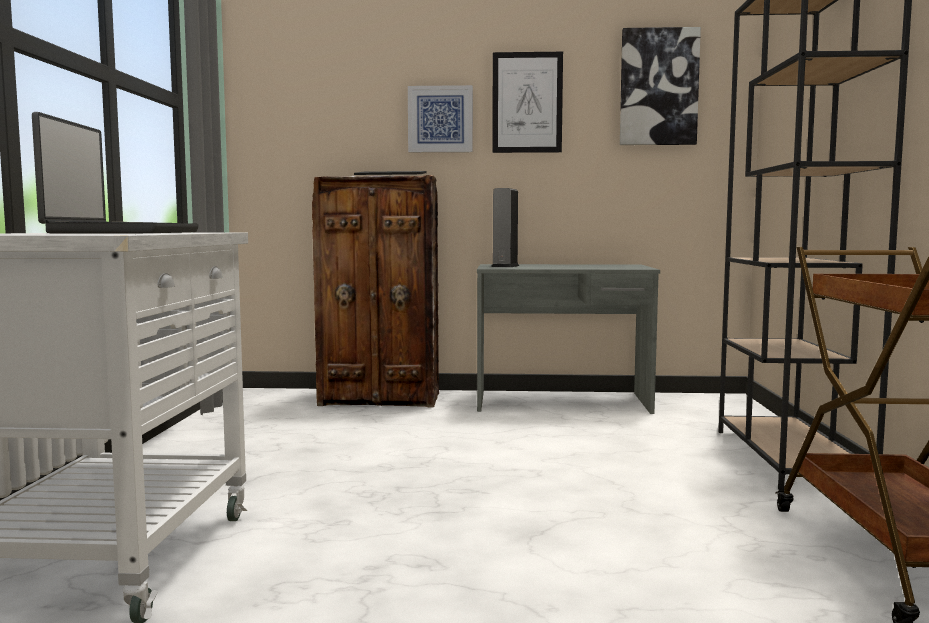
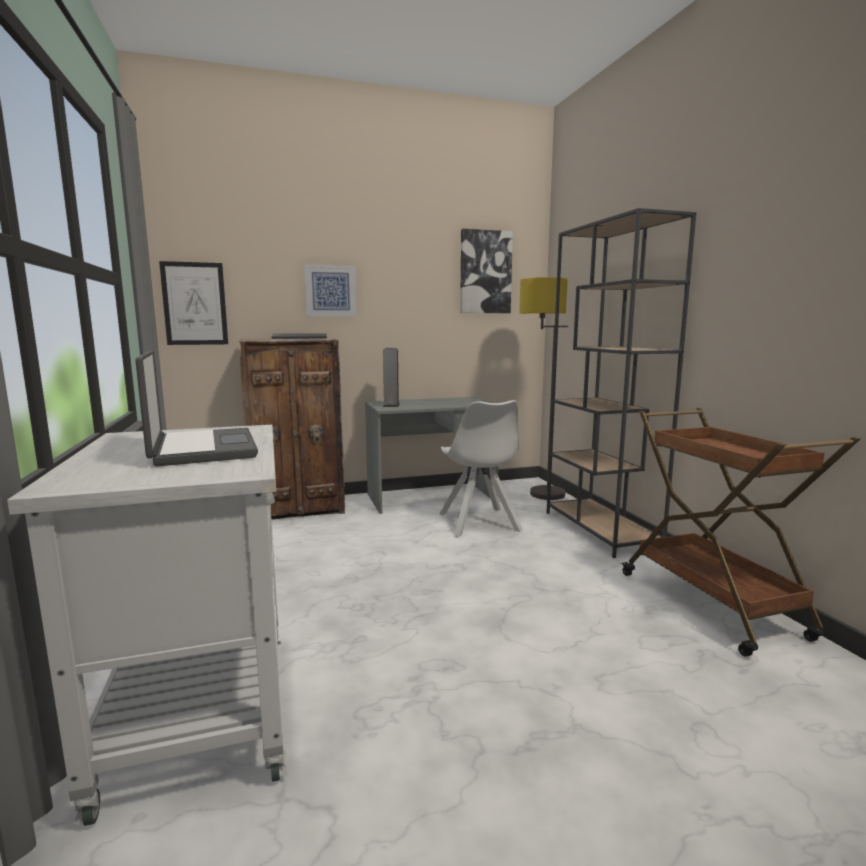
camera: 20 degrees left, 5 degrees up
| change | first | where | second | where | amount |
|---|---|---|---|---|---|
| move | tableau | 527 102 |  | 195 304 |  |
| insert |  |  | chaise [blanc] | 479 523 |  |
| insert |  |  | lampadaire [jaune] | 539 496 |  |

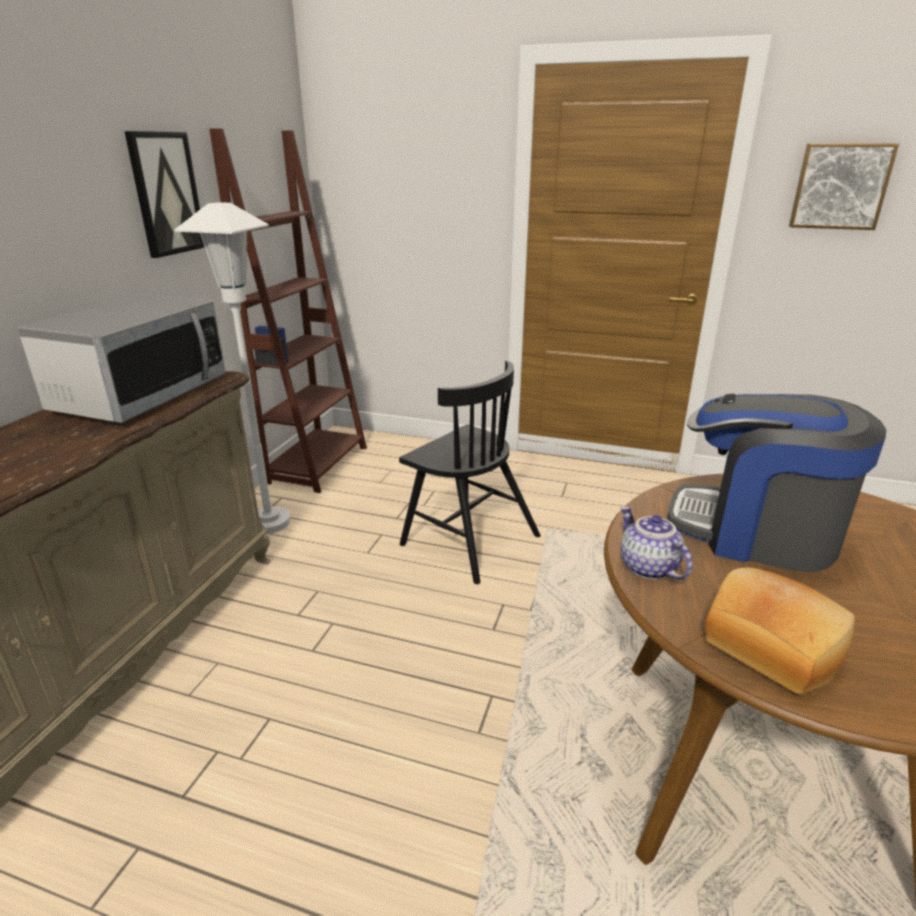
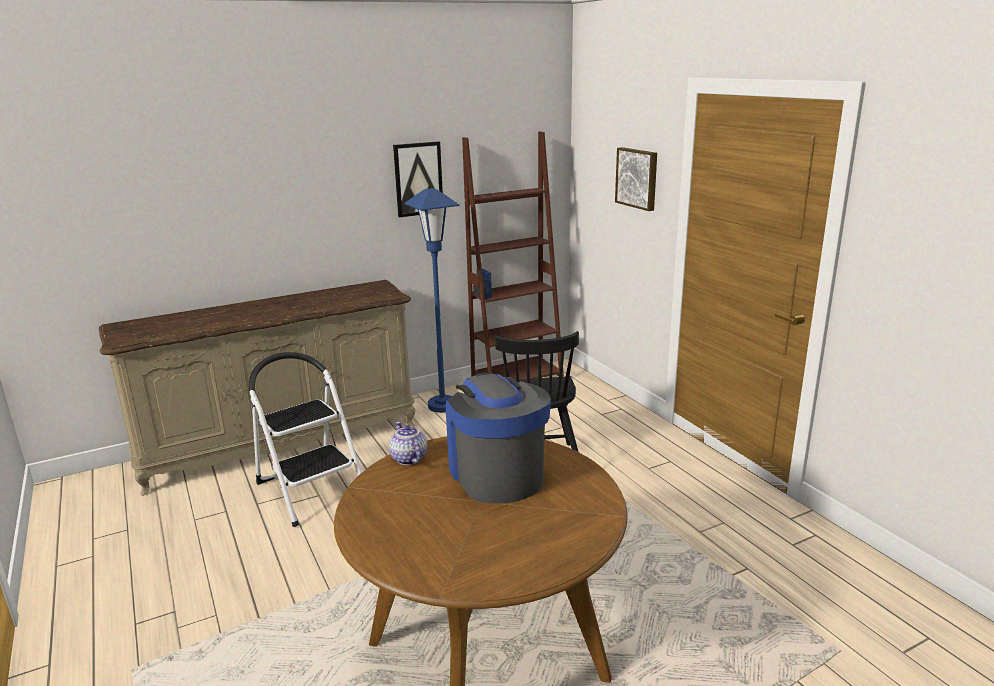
camera: 45 degrees right, 5 degrees down
| change | first | where | second | where | amount |
|---|---|---|---|---|---|
| delete | micro-ondes | 141 395 |  |  |  |
| recolor | lampadaire [blanc] | 269 522 | lampadaire [bleu] | 442 405 |  |
| rotate | théière | 647 567 |  | 408 459 | 45 degrees counterclockwise |
| delete | pain | 773 645 |  |  |  |
| move | tableau | 840 186 |  | 637 178 |  |
| insert |  |  | escabeau | 310 488 |  |

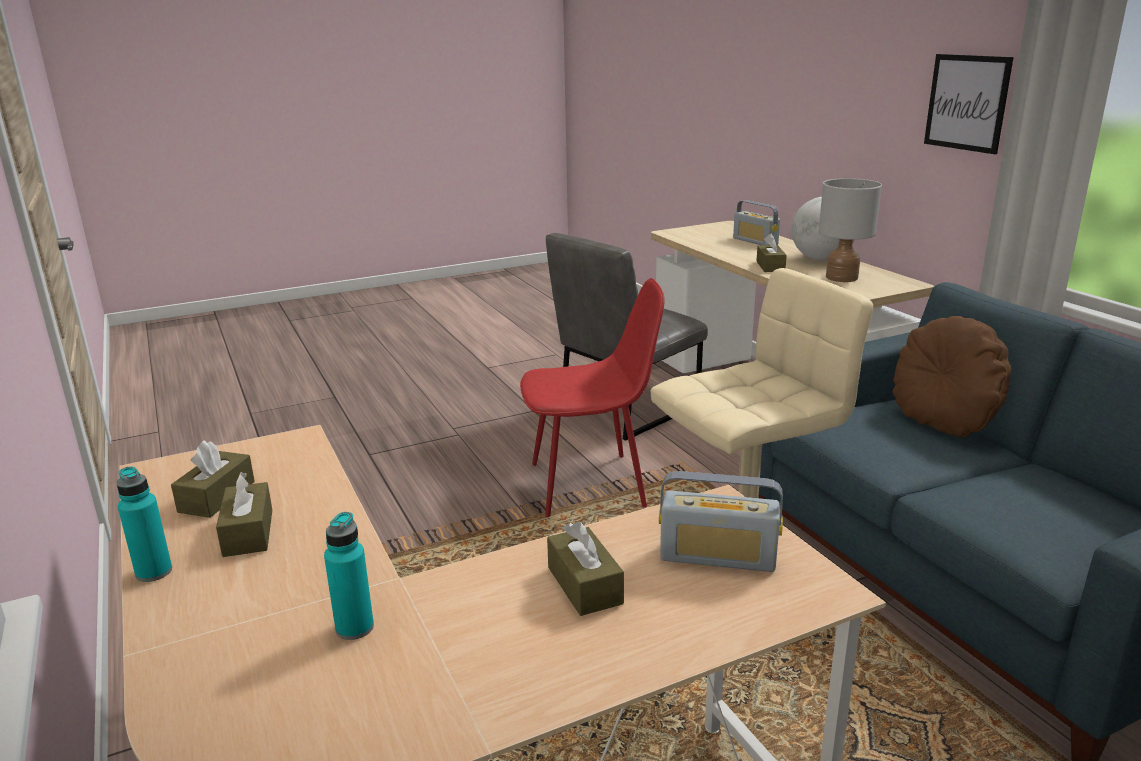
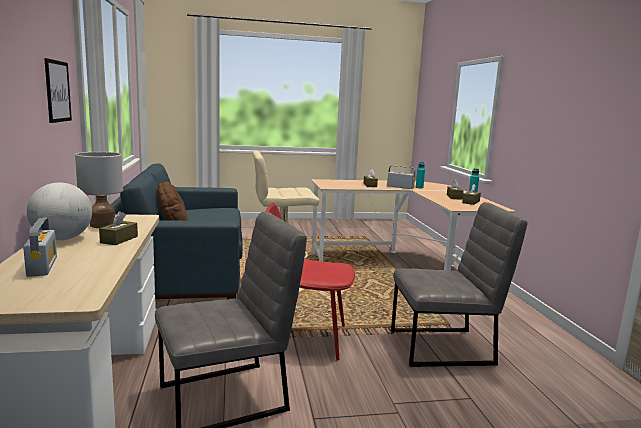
camera: 165 degrees left, 10 degrees down
| change | first | where | second | where | amount |
|---|---|---|---|---|---|
| move | radio | 718 557 |  | 400 187 |  |
| insert |  |  | chaise [gris] | 444 347 |  |

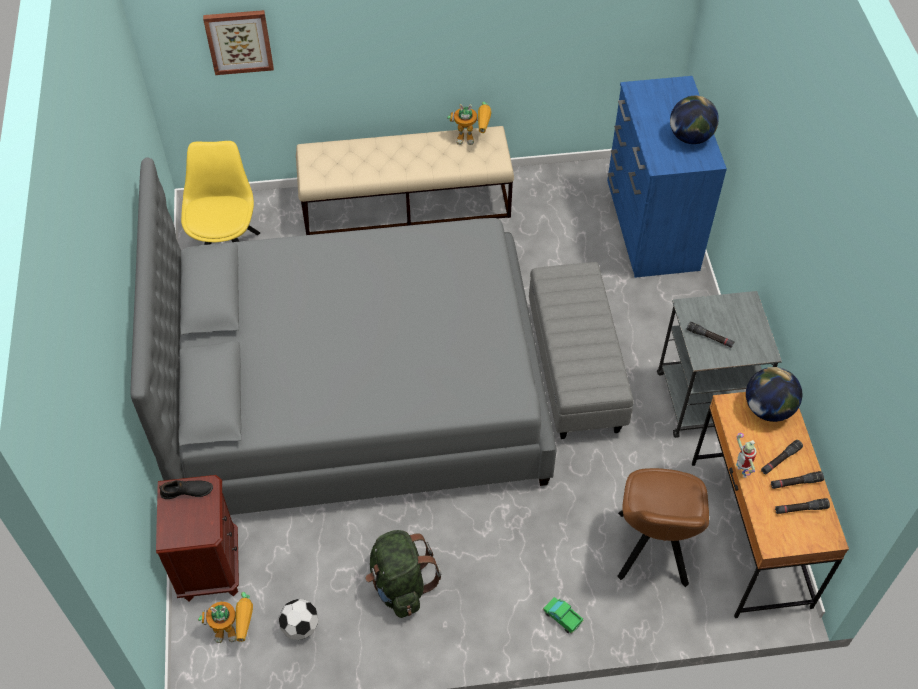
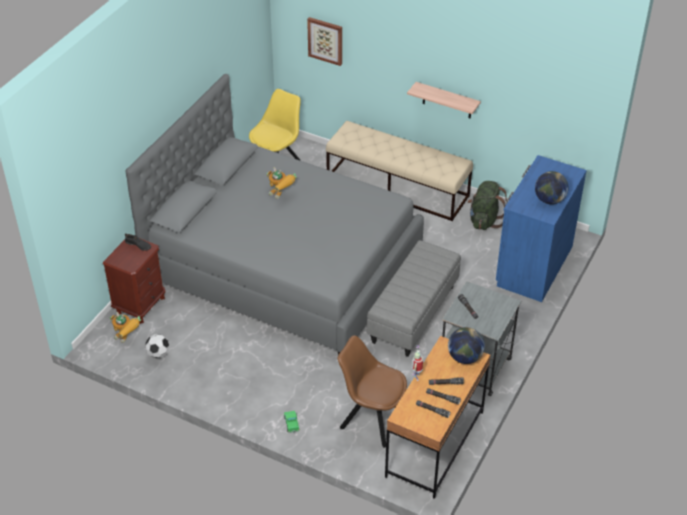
camera: 35 degrees right, 10 degrees down
| change | first | where | second | where | amount |
|---|---|---|---|---|---|
| move | sac à dos [vert] | 400 585 |  | 484 220 |  |
| move | robot jouet | 472 138 |  | 281 195 |  |
| rotate | chaise [marron] | 653 549 |  | 372 421 | 75 degrees clockwise |
| insert |  |  | étagère | 447 101 |  |

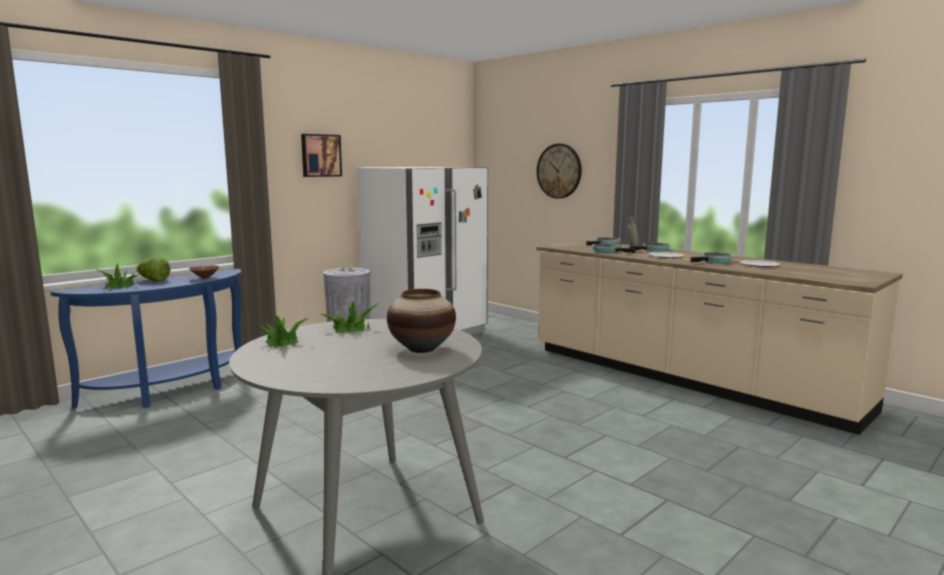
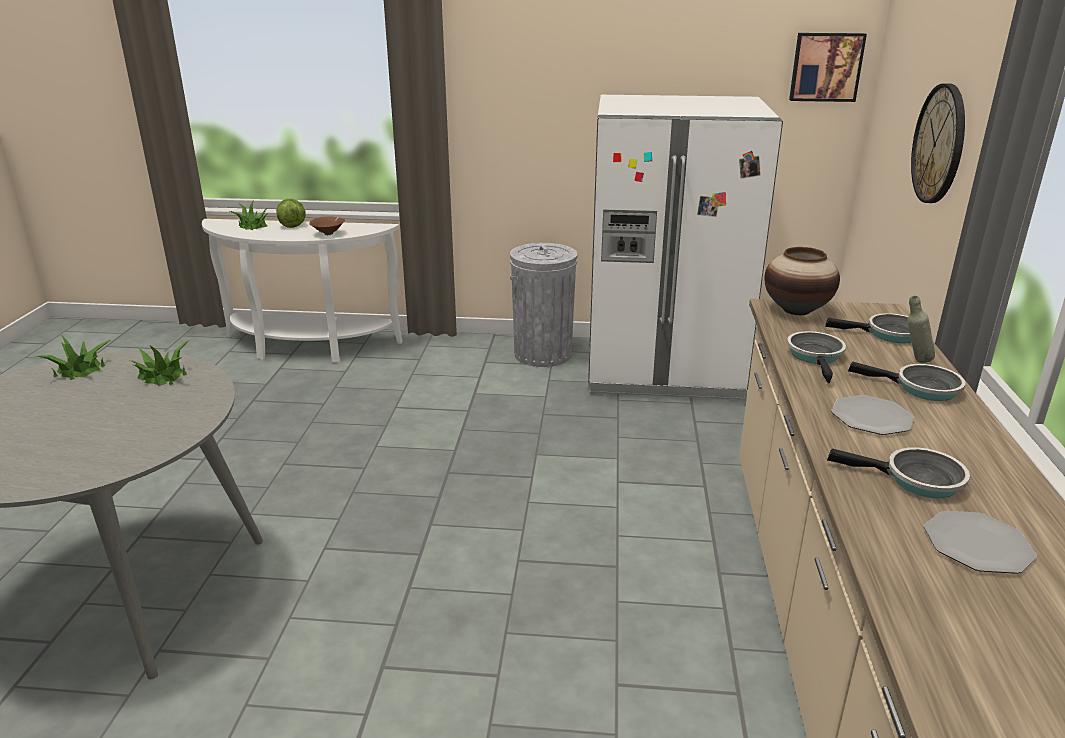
camera: 50 degrees right, 15 degrees up
| change | first | where | second | where | amount |
|---|---|---|---|---|---|
| recolor | table console [bleu] | 173 391 | table console [blanc] | 307 348 |  |
| move | tableau | 320 155 |  | 826 67 |  |
| move | vase | 421 349 |  | 796 310 |  |

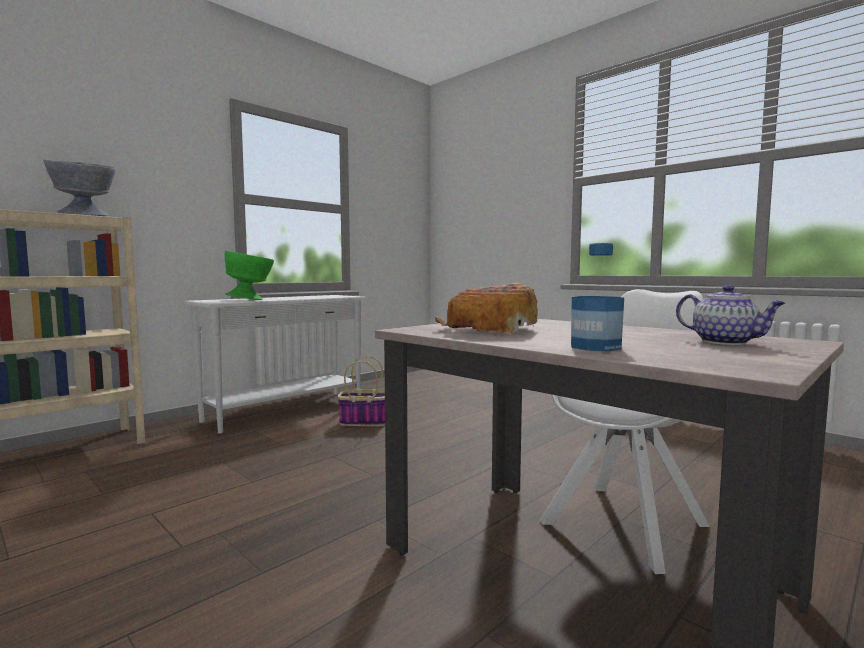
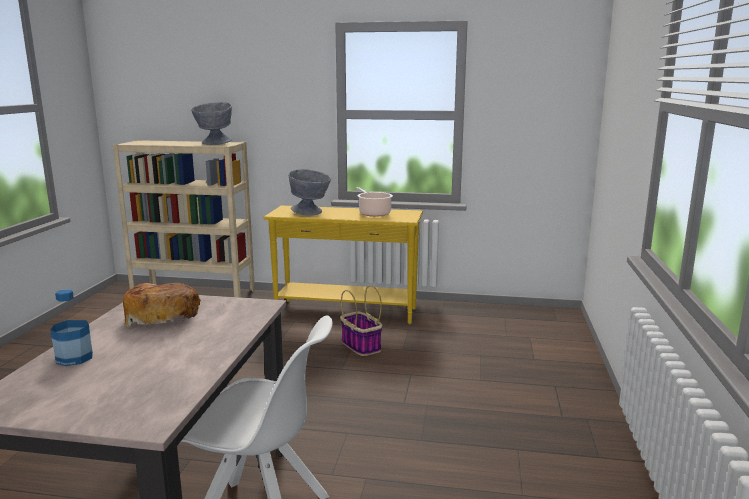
camera: 55 degrees right, 10 degrees up
| change | first | where | second | where | amount |
|---|---|---|---|---|---|
| recolor | table console [blanc] | 286 411 | table console [jaune] | 347 311 |  |
| recolor | bol [vert] | 251 299 | bol [gris] | 310 213 |  |
| delete | théière | 726 342 |  |  |  |
| insert |  |  | marmite | 373 213 |  |

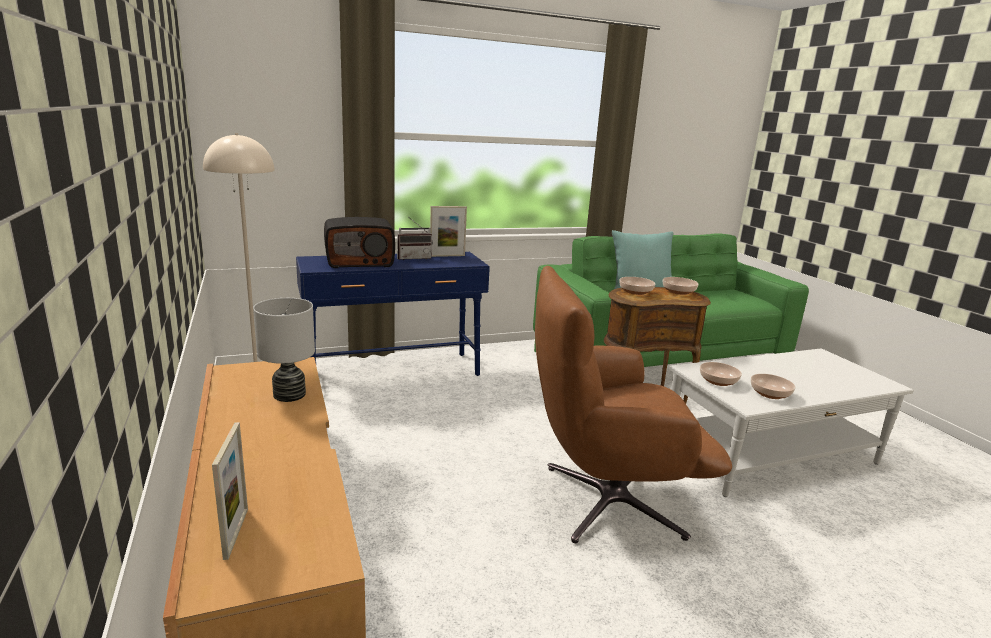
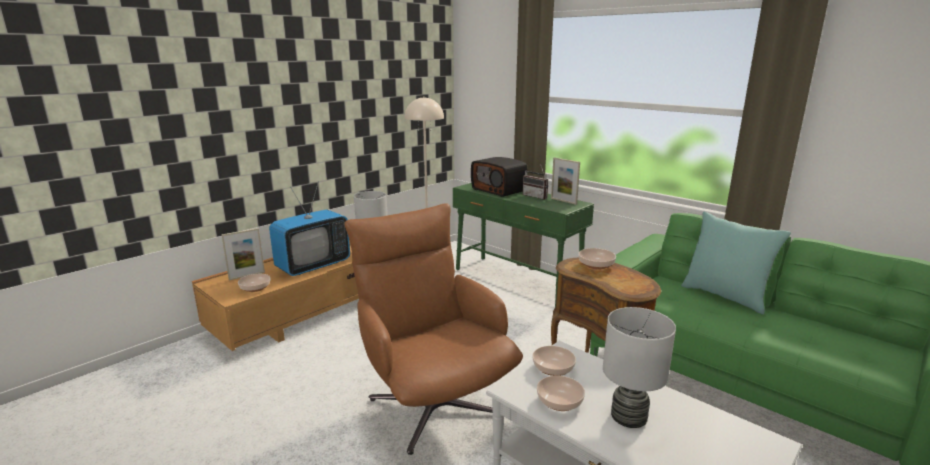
camera: 65 degrees right, 0 degrees up
| change | first | where | second | where | amount |
|---|---|---|---|---|---|
| recolor | table console [bleu] | 394 373 | table console [vert] | 515 281 |  |
| move | bol | 678 292 |  | 254 288 |  |
| insert |  |  | téléviseur | 313 266 |  |
| insert |  |  | lampe de table [gris] | 629 416 |  |

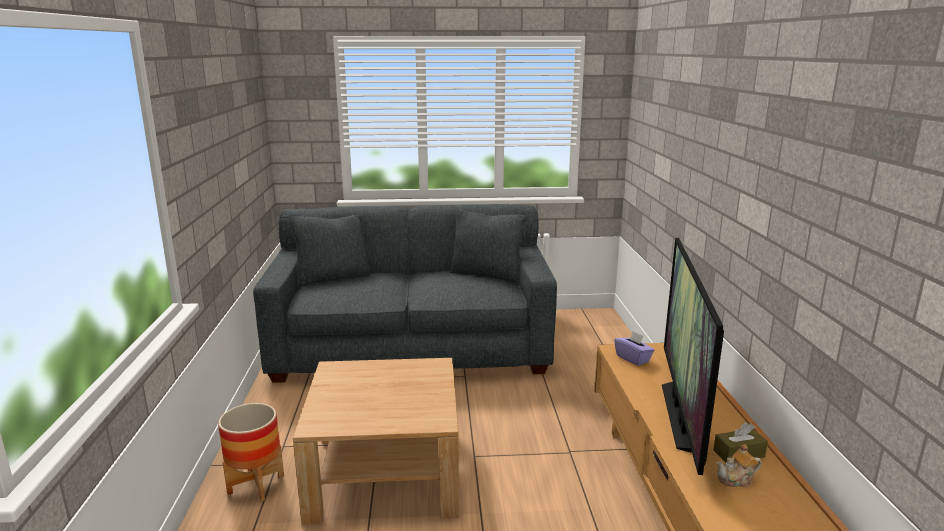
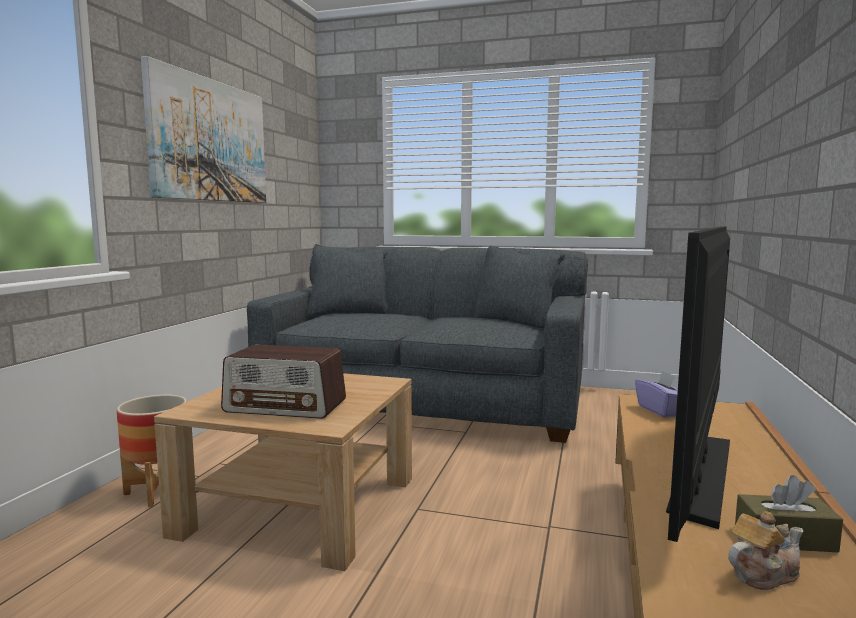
camera: 20 degrees right, 10 degrees down
| change | first | where | second | where | amount |
|---|---|---|---|---|---|
| rotate | théière | 736 480 |  | 762 574 | 150 degrees clockwise |
| insert |  |  | tableau | 210 141 |  |
| insert |  |  | radio | 286 406 |  |

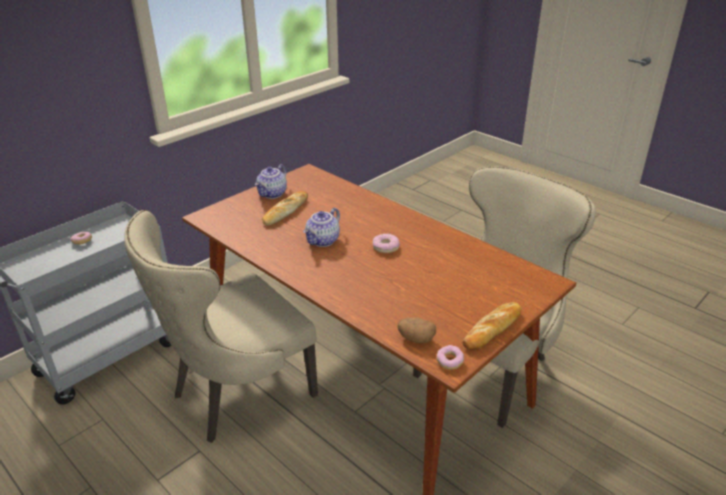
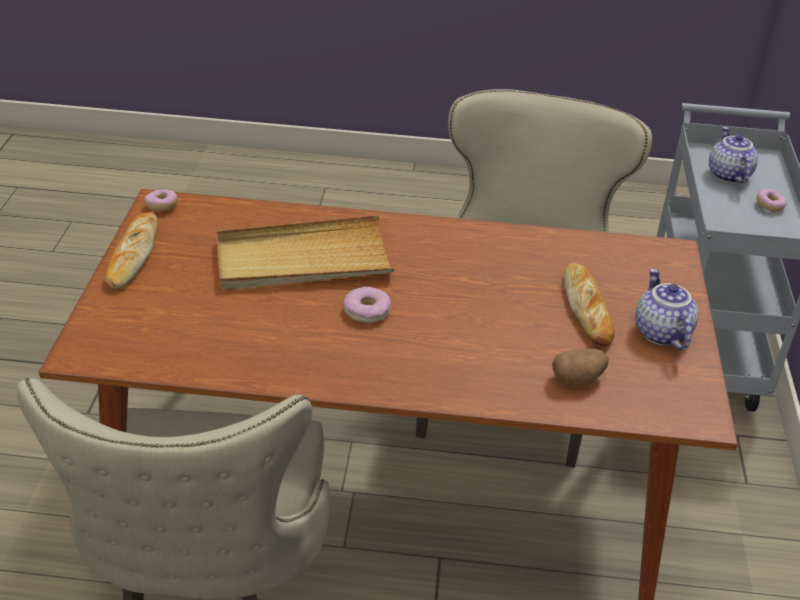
camera: 140 degrees right, 5 degrees up
| change | first | where | second | where | amount |
|---|---|---|---|---|---|
| move | théière | 323 241 |  | 727 175 |  |
| move | pomme de terre | 416 338 |  | 577 379 |  |
| insert |  |  | plateau [beige] | 302 260 |  |

